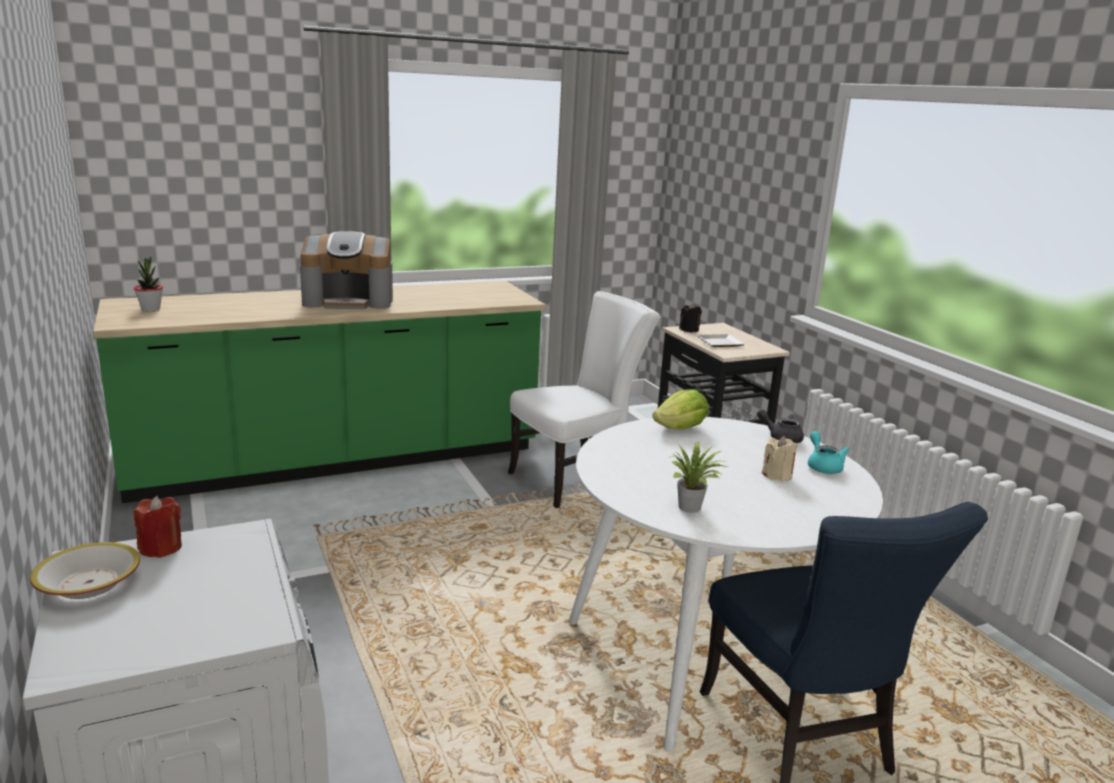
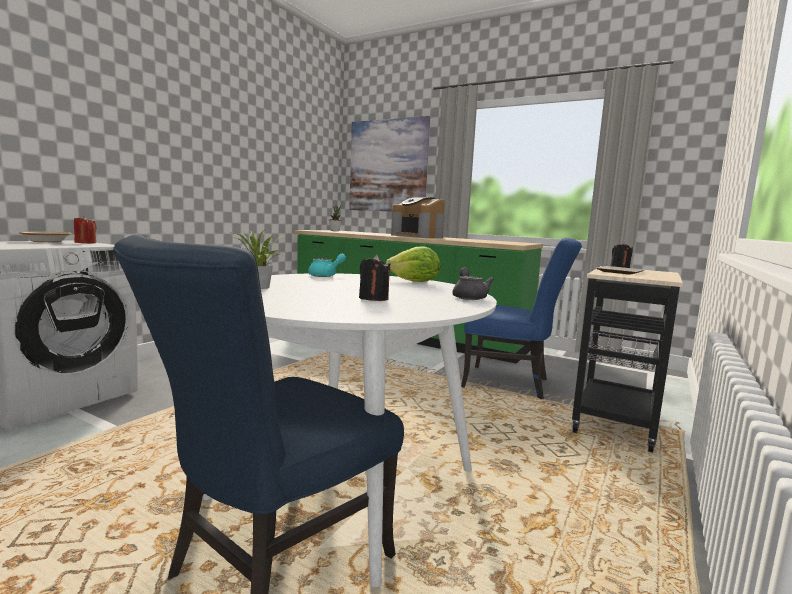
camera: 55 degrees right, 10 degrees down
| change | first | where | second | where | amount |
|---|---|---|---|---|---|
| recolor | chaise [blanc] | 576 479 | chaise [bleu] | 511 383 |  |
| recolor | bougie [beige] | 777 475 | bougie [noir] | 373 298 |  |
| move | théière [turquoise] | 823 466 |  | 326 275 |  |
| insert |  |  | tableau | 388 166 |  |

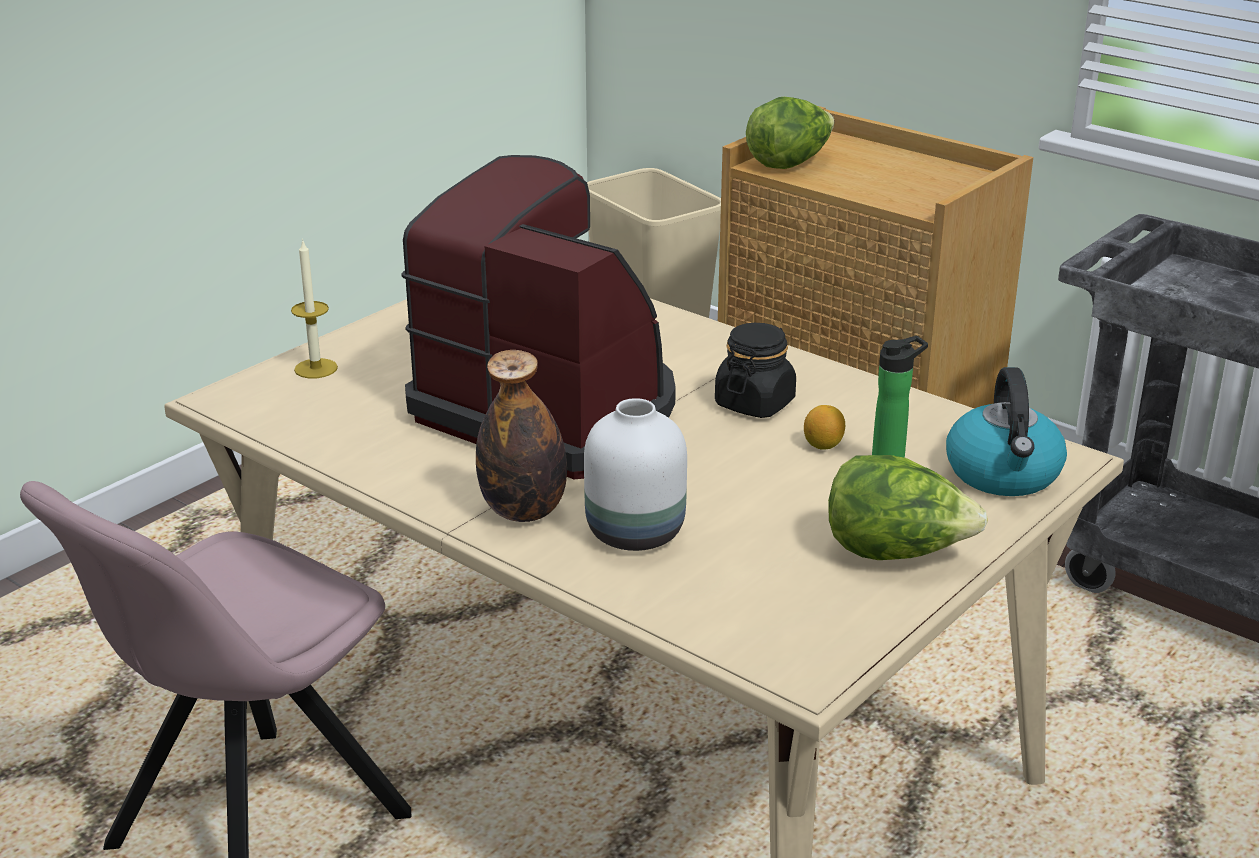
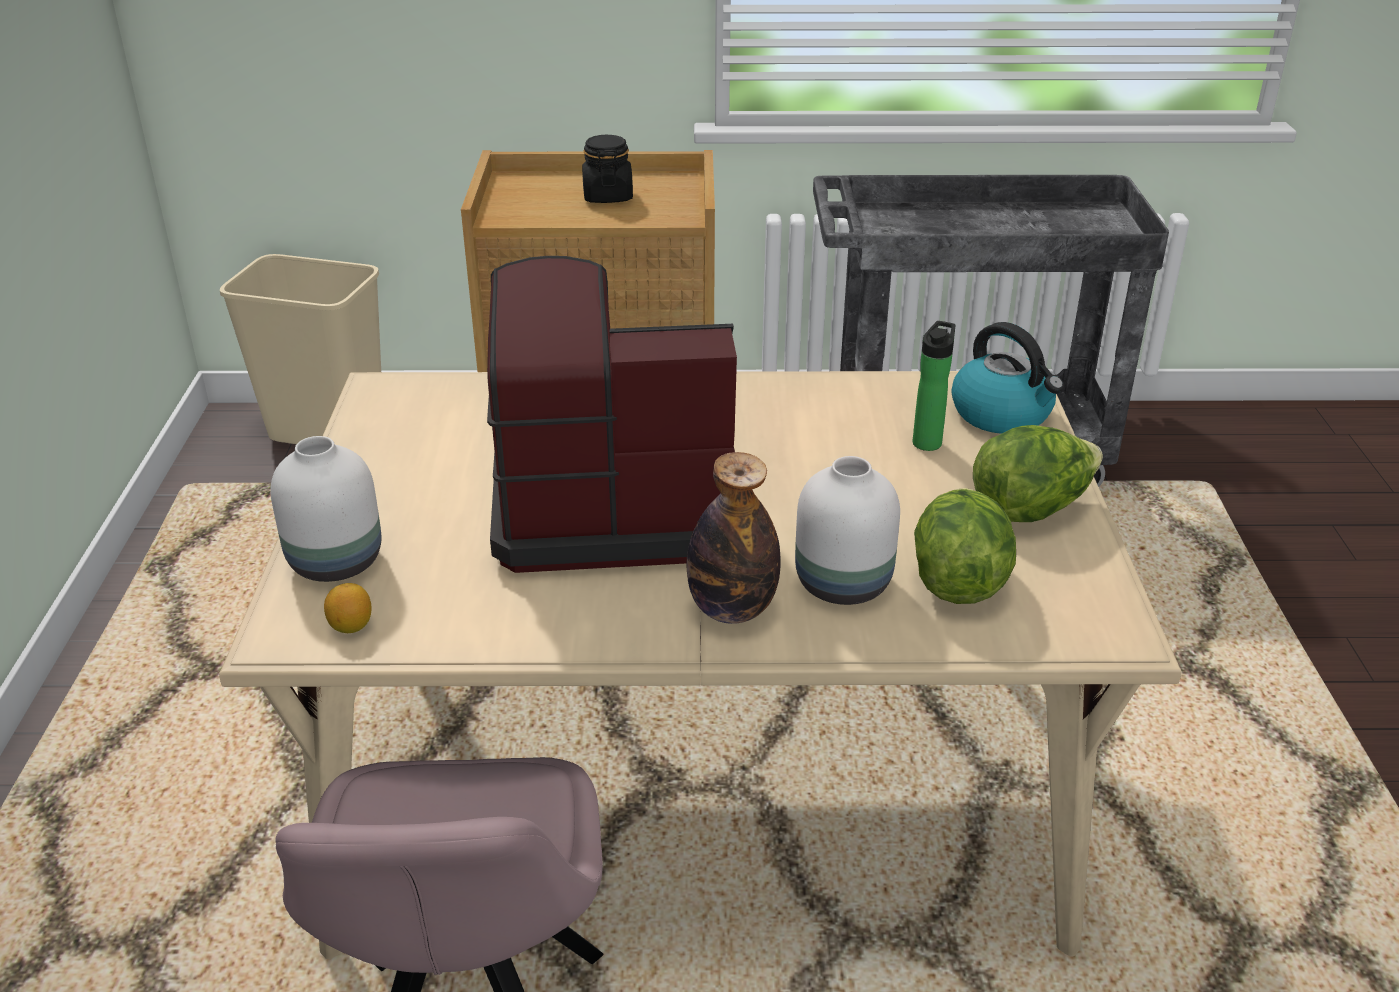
camera: 40 degrees left, 5 degrees up
| change | first | where | second | where | amount |
|---|---|---|---|---|---|
| replace | bougie | 316 368 | vase [blanc] | 333 563 |  |
| move | bocal [noir] | 755 403 |  | 607 196 |  |
| move | laitue | 789 163 |  | 958 579 |  |
| move | citron | 823 445 |  | 351 626 |  |

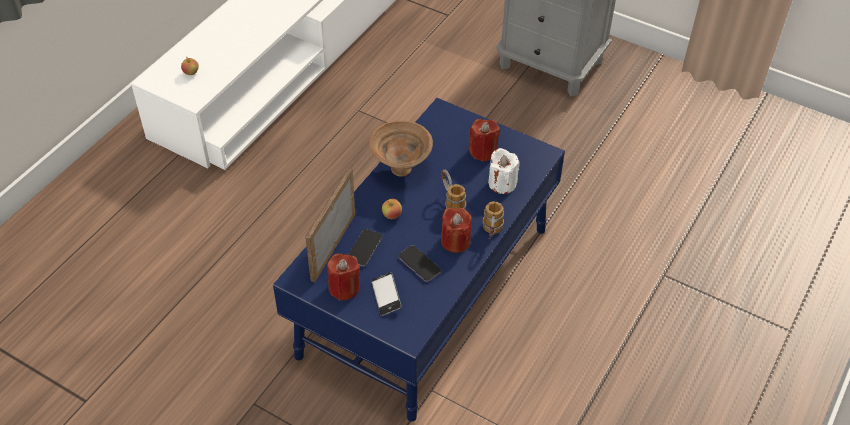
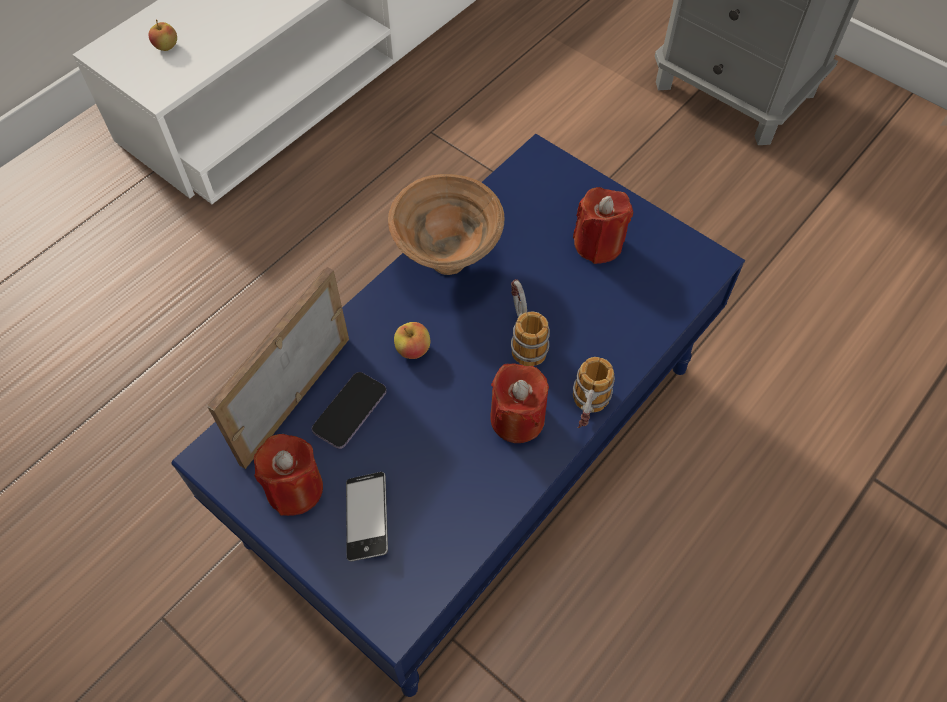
camera: 10 degrees right, 10 degrees up
| change | first | where | second | where | amount |
|---|---|---|---|---|---|
| delete | téléphone | 419 264 |  |  |  |
| delete | bougie [blanc] | 502 183 |  |  |  |

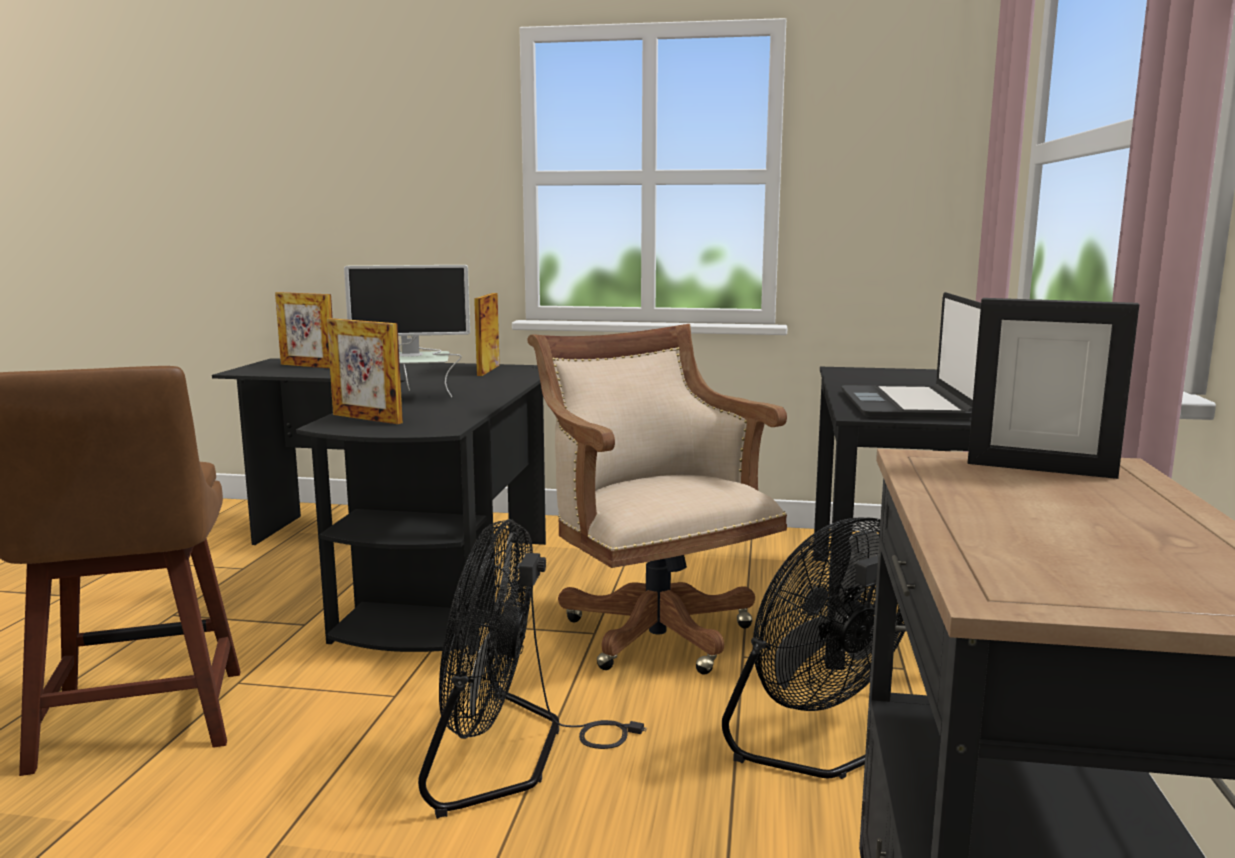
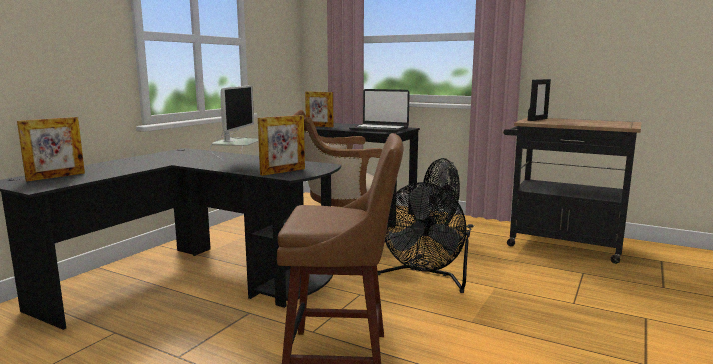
camera: 70 degrees left, 0 degrees up
| change | first | where | second | where | amount |
|---|---|---|---|---|---|
| move | cadre photo | 488 370 |  | 319 126 |  |

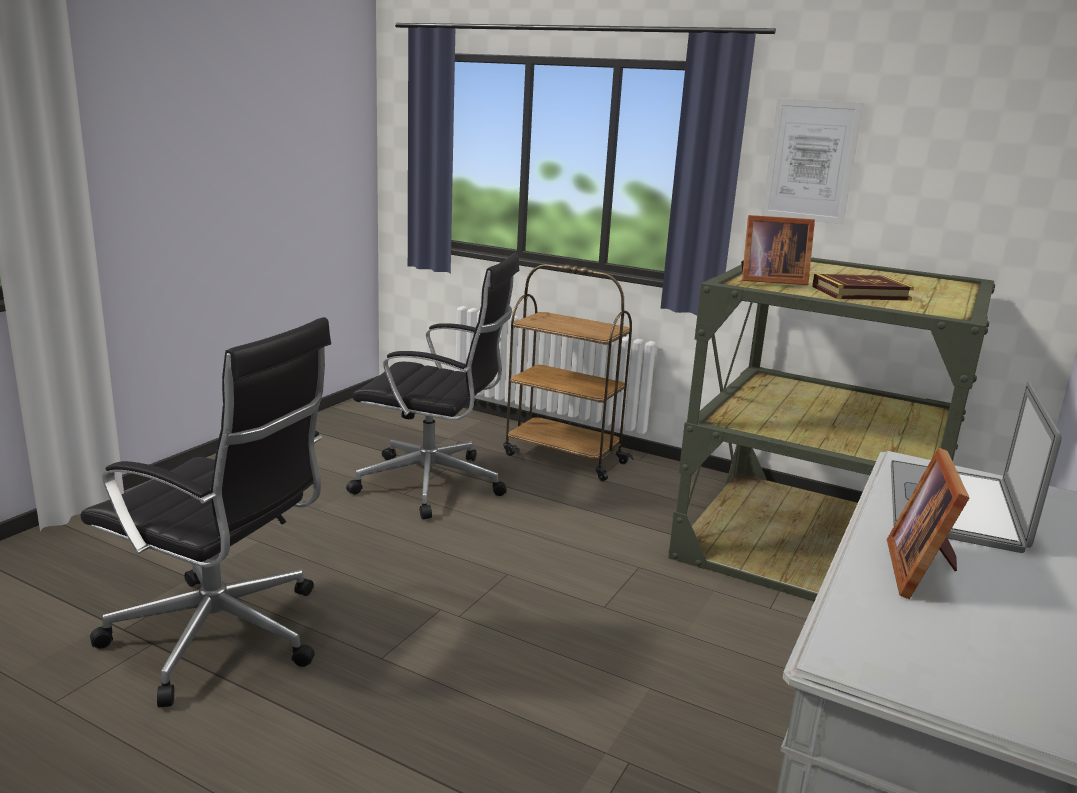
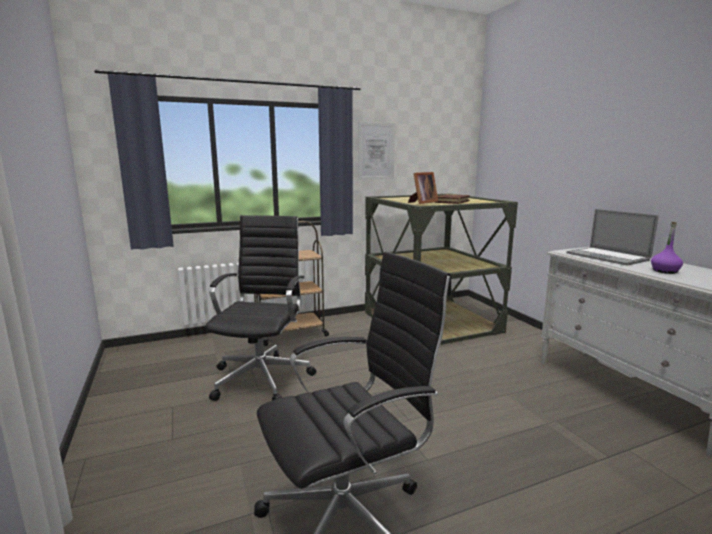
camera: 50 degrees left, 5 degrees down
| change | first | where | second | where | amount |
|---|---|---|---|---|---|
| rotate | chaise de bureau [noir] | 434 485 |  | 263 377 | 45 degrees counterclockwise |
| replace | cadre photo | 923 571 | bouteille [violet] | 665 271 |  |

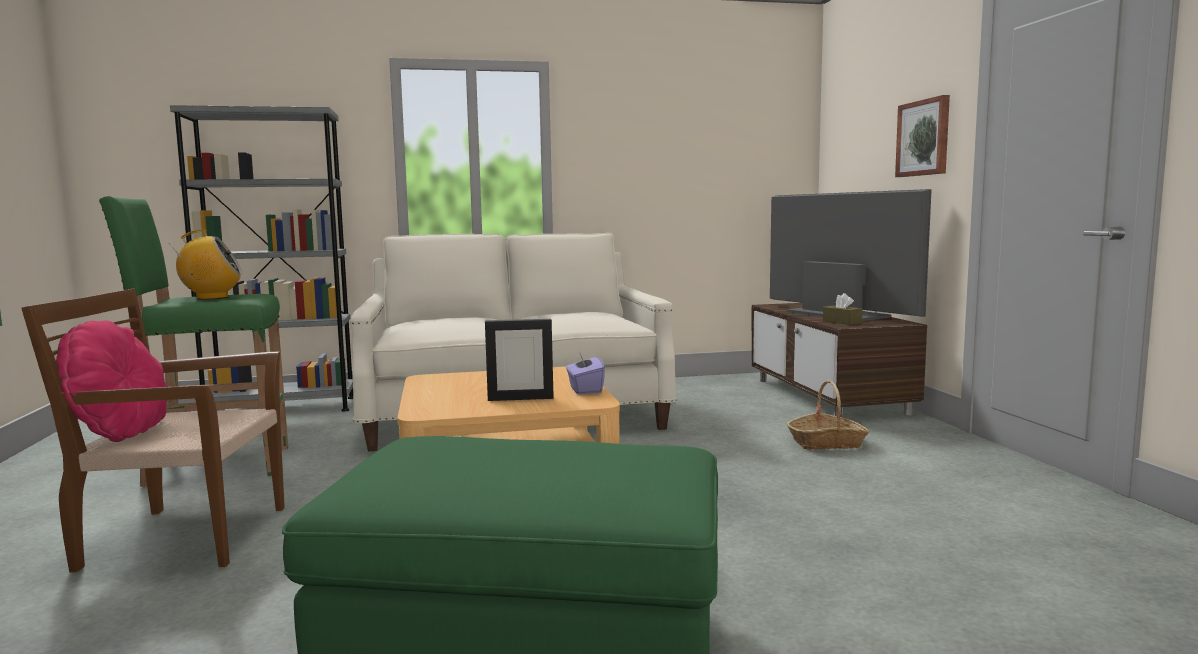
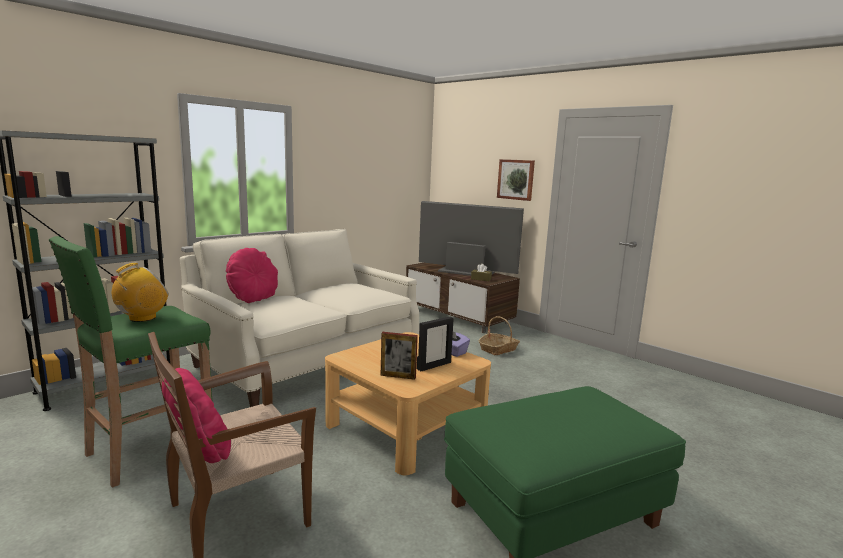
camera: 35 degrees left, 5 degrees up
| change | first | where | second | where | amount |
|---|---|---|---|---|---|
| insert |  |  | coussin [rose] | 253 300 |  |
| insert |  |  | cadre photo | 398 376 |  |

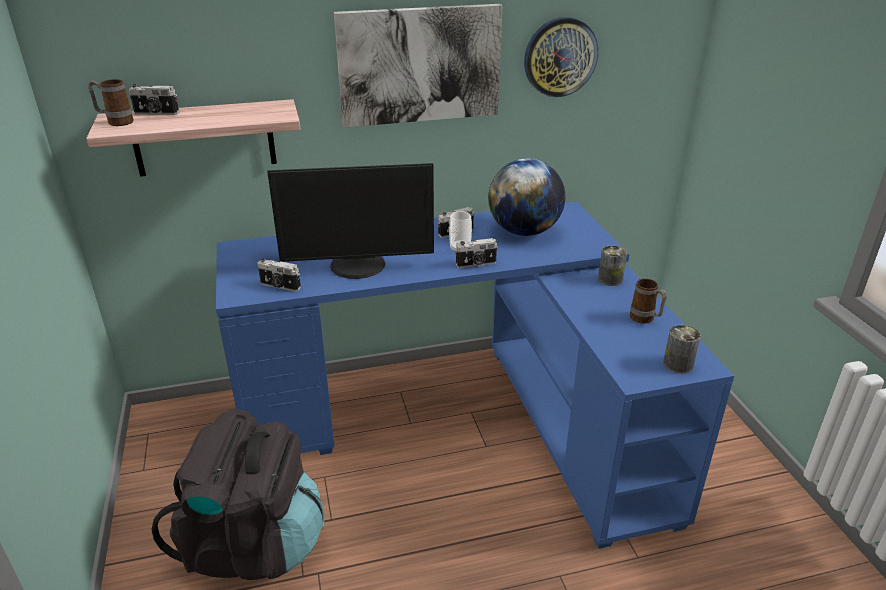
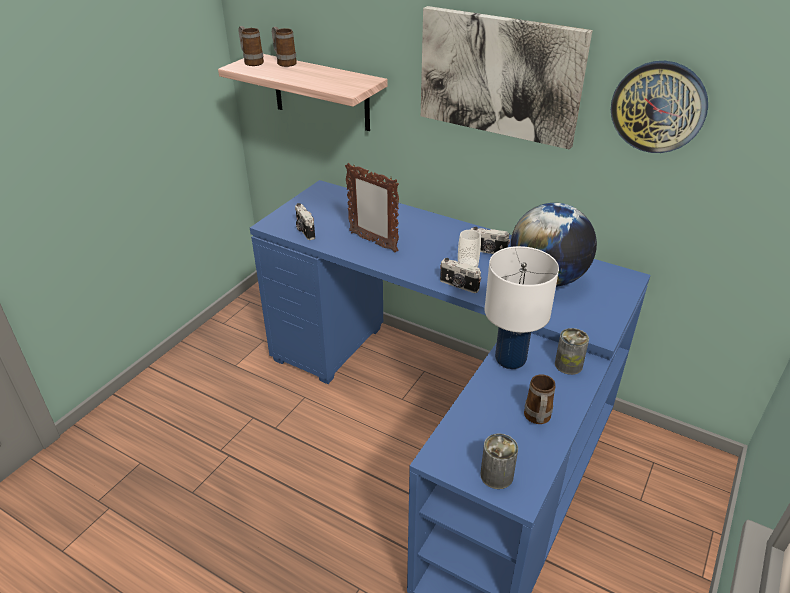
camera: 45 degrees right, 5 degrees up
| change | first | where | second | where | amount |
|---|---|---|---|---|---|
| replace | appareil photo | 156 113 | mug | 284 62 |  |
| delete | sac à dos [noir] | 253 544 |  |  |  |
| replace | écran d'ordinateur | 358 266 | cadre photo | 373 242 |  |
| insert |  |  | lampe de table [blanc] | 511 361 |  |

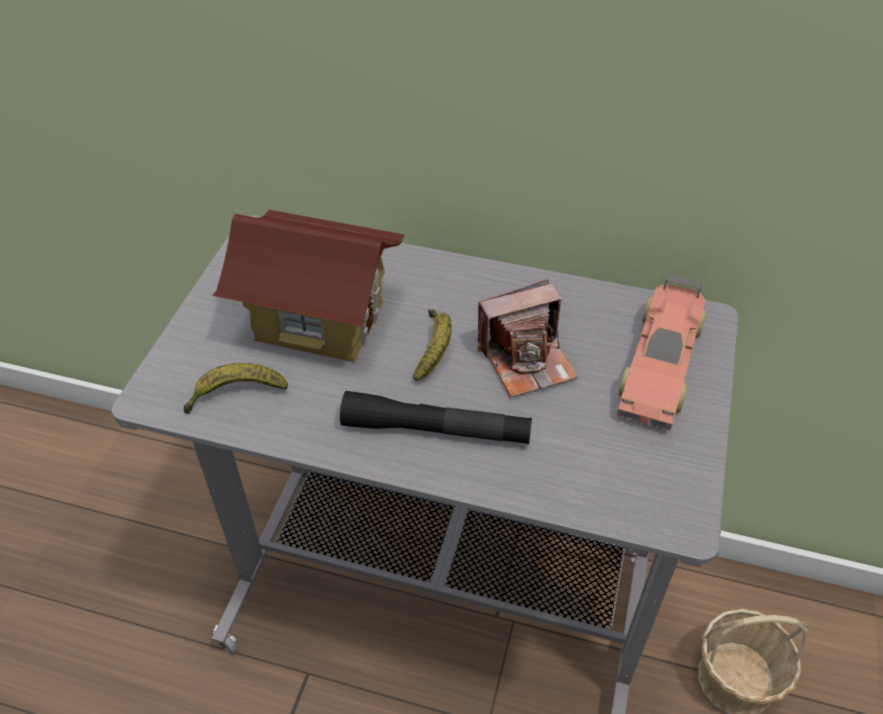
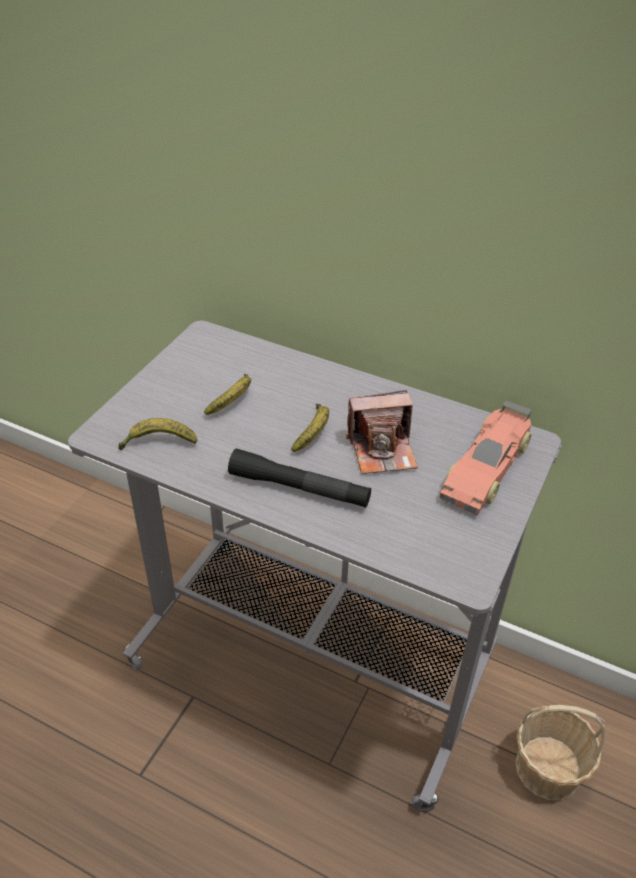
camera: 10 degrees right, 5 degrees down
| change | first | where | second | where | amount |
|---|---|---|---|---|---|
| replace | maison miniature | 320 320 | banane | 233 400 |  |

